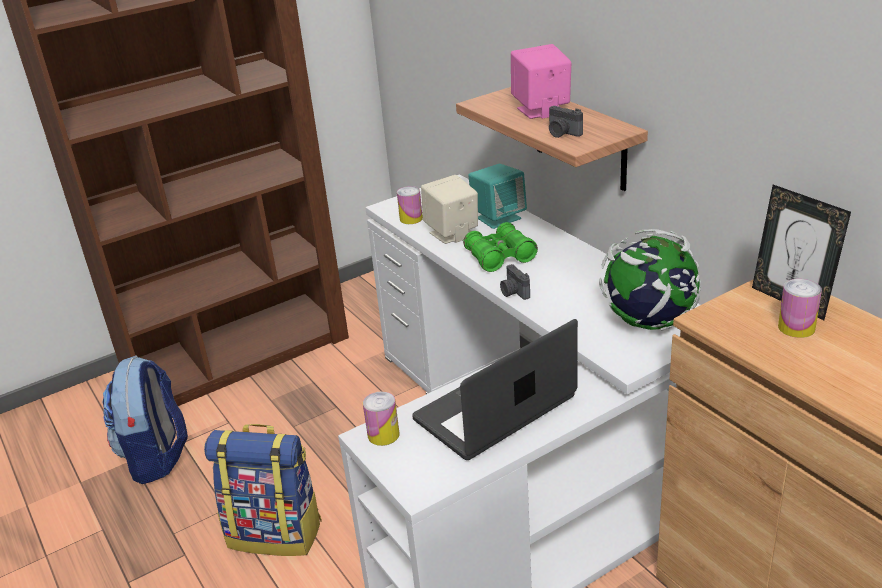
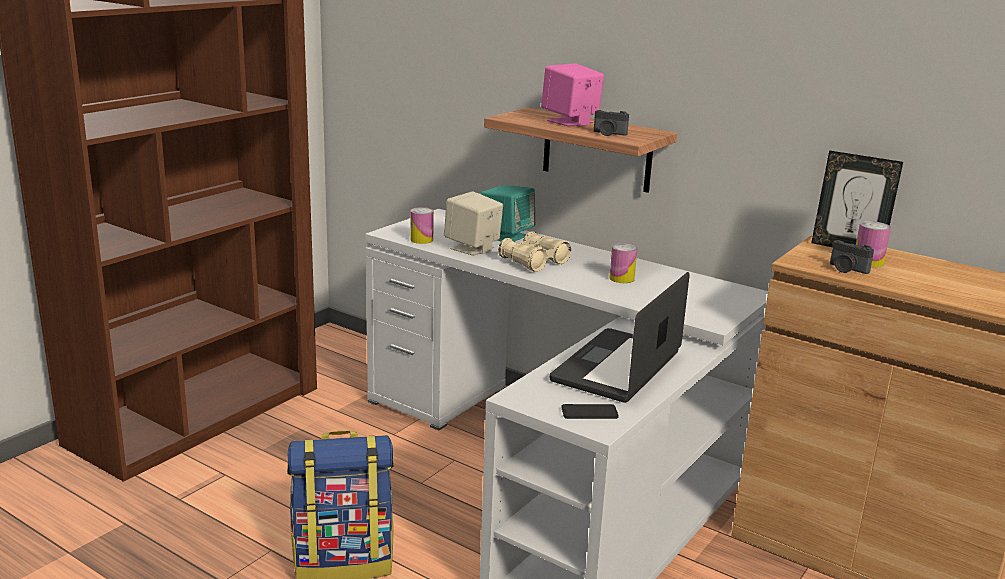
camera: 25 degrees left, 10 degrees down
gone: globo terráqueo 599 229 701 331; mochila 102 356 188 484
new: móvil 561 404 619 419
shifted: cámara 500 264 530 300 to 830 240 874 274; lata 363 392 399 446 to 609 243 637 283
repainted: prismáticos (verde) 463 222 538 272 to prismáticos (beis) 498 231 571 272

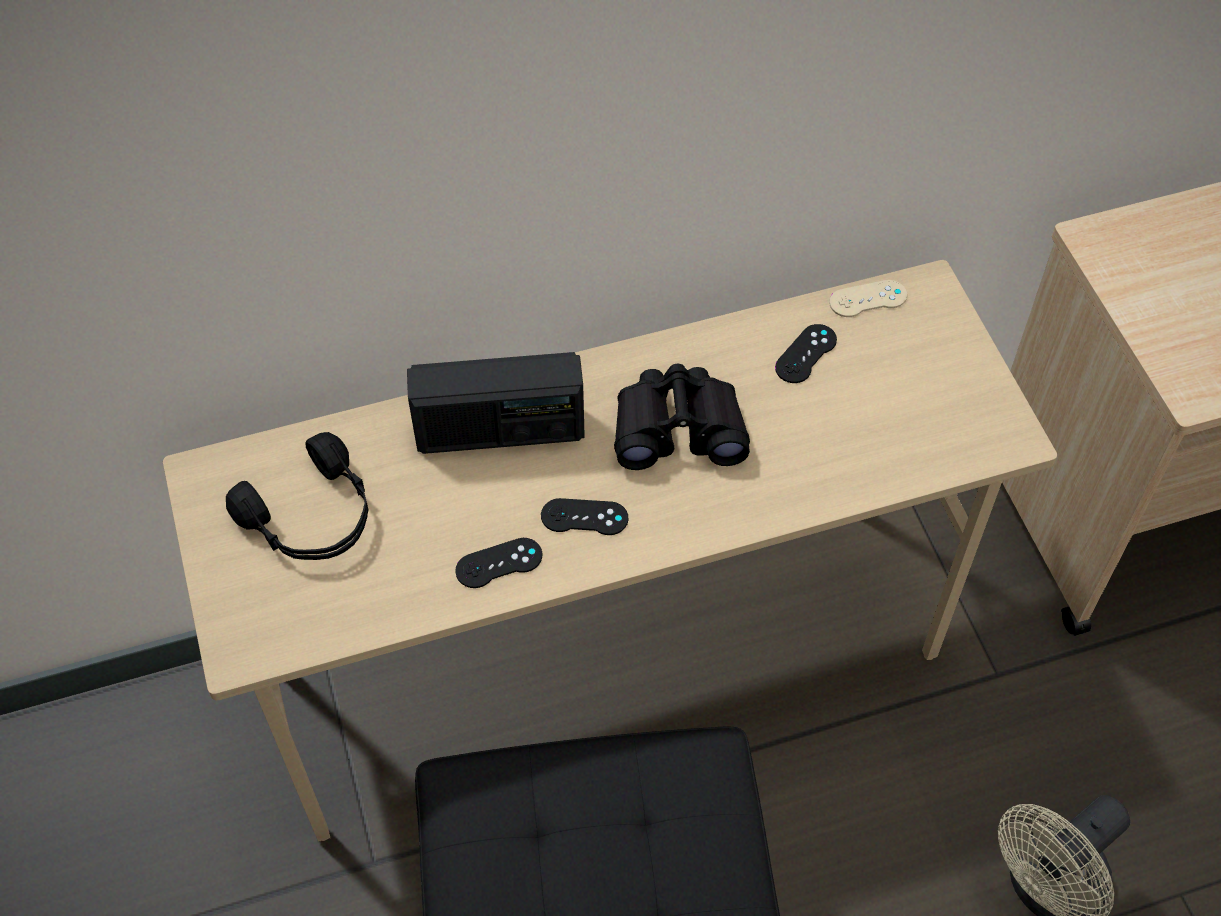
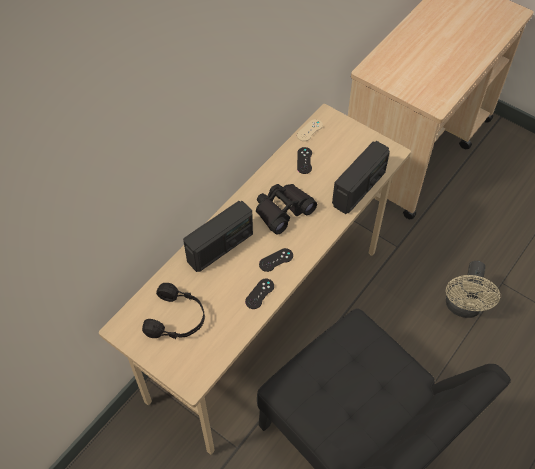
camera: 35 degrees left, 0 degrees up
new: radio 332 141 390 214

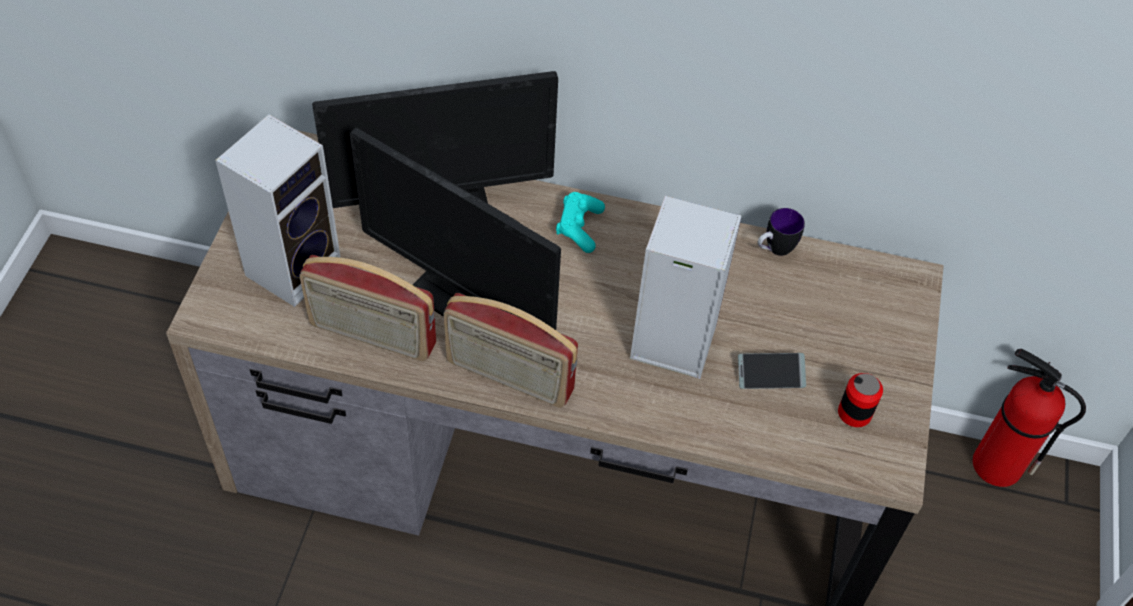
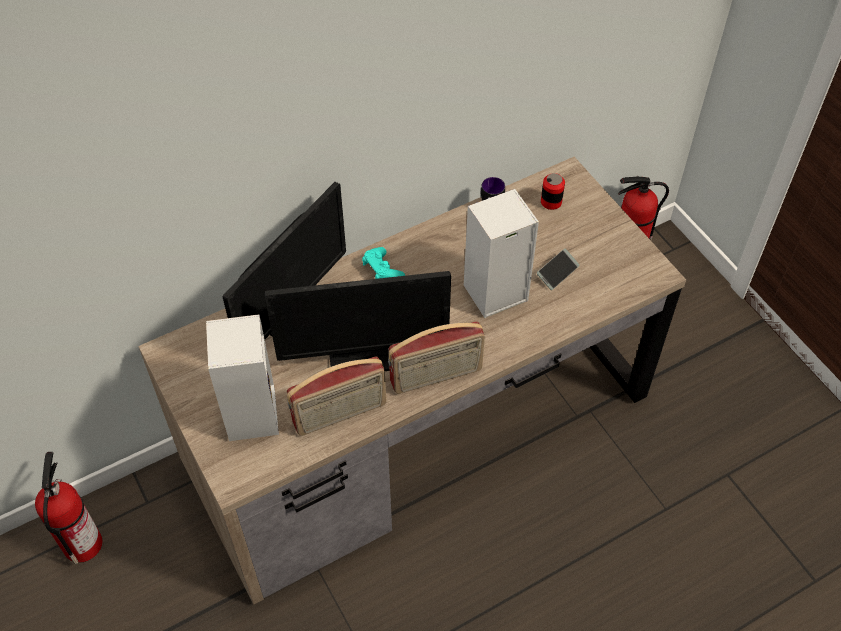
camera: 40 degrees left, 0 degrees up
new: extintor 35 452 102 564
shifted: lata 838 373 883 427 to 541 173 565 210

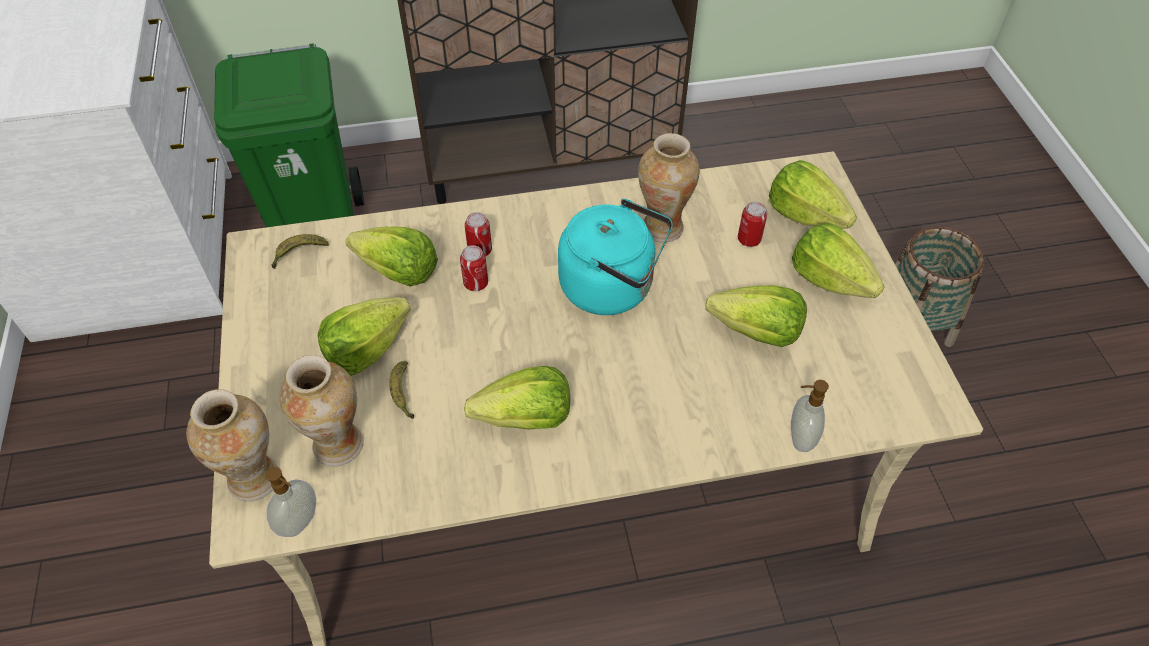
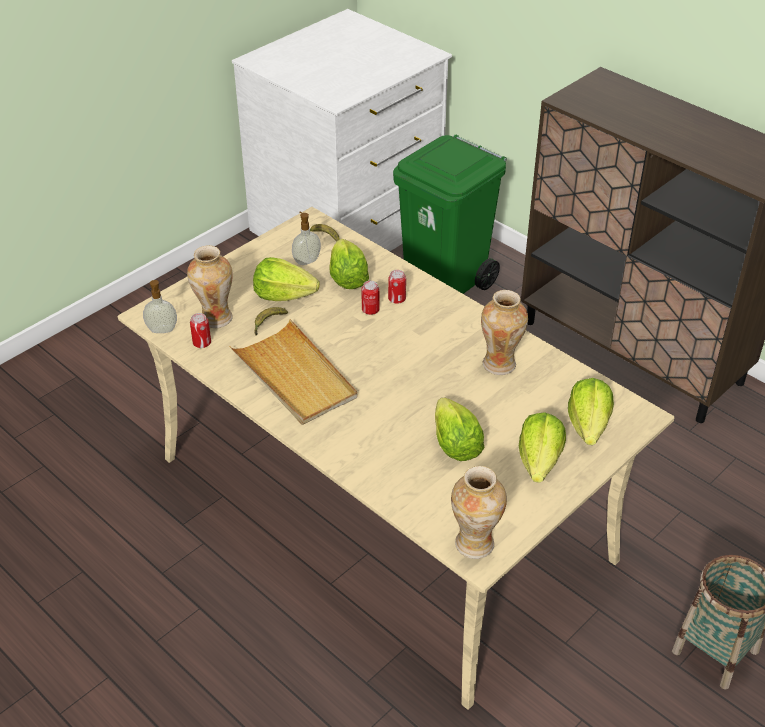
camera: 55 degrees right, 10 degrees down
gone: hervidor (turquesa) 558 199 673 315
shifted: lata 738 202 767 247 to 190 313 211 348; dispensador de jabón 791 380 829 452 to 292 212 321 265; florero 186 389 279 501 to 451 466 507 559
swapped: lechuga 464 366 570 430 to bandeja (beis) 229 319 358 425

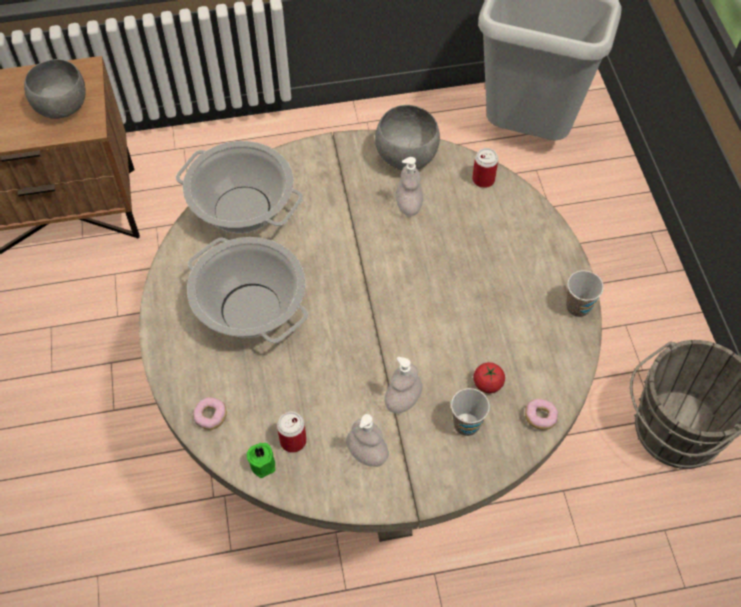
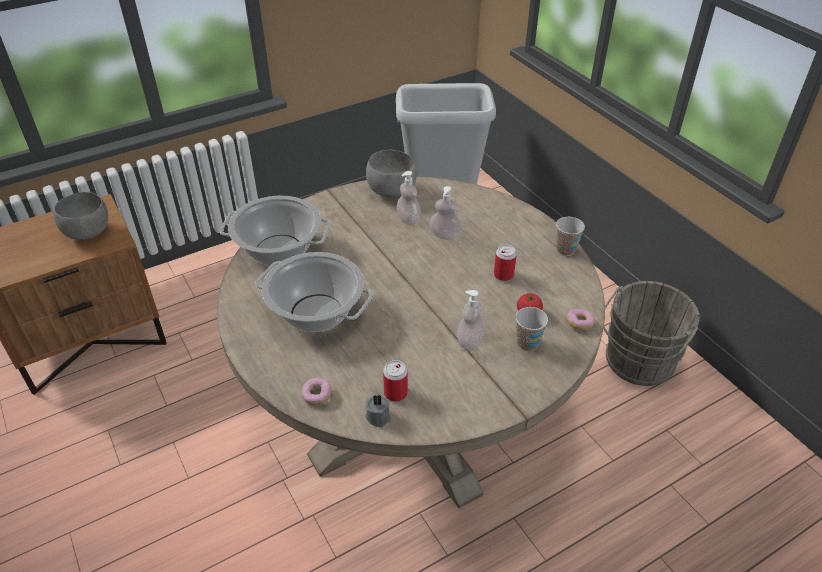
camera: 20 degrees left, 15 degrees down
shifted: lata 472 148 499 188 to 494 244 517 281; dispensador de jabón 346 414 389 467 to 429 186 462 240
repainted: vela (verde) 247 443 276 478 to vela (gris) 365 394 391 428

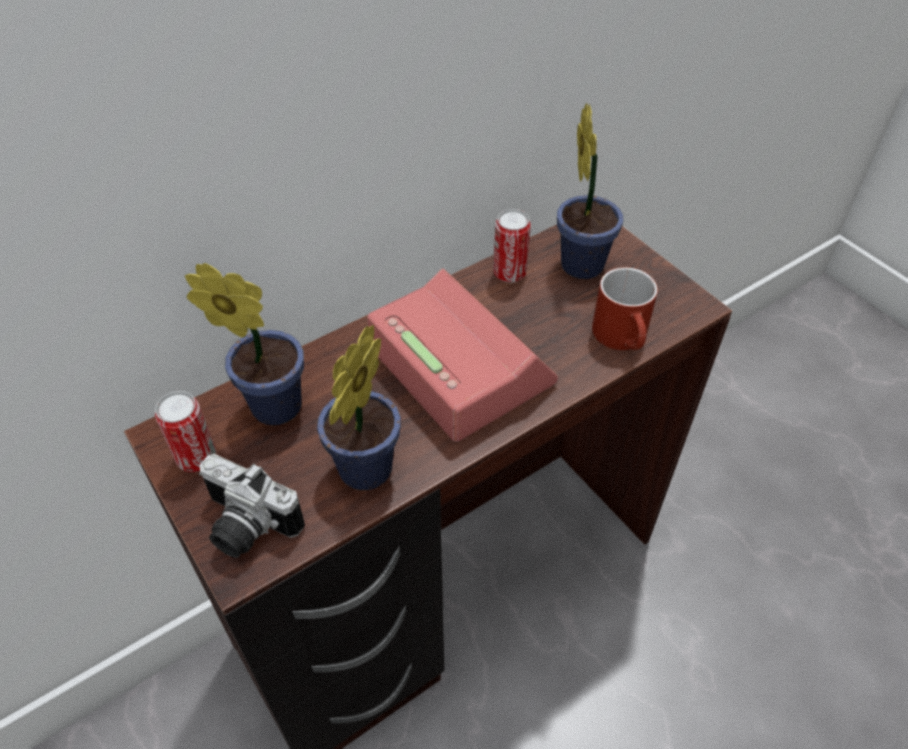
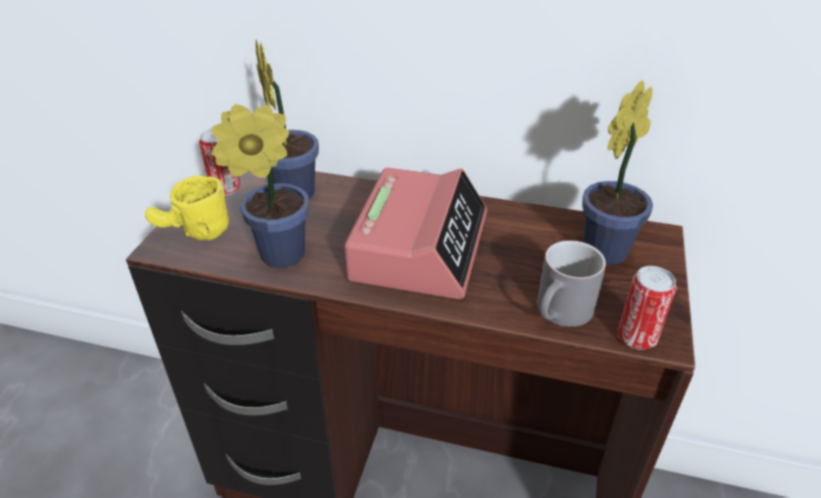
camera: 50 degrees right, 10 degrees down
shifted: lata 493 209 531 283 to 618 266 676 350
swapped: cámara 199 454 305 558 to taza grande (amarillo) 145 175 229 240
repainted: taza grande (rojo) 592 267 658 350 to taza grande (gris) 537 240 606 327

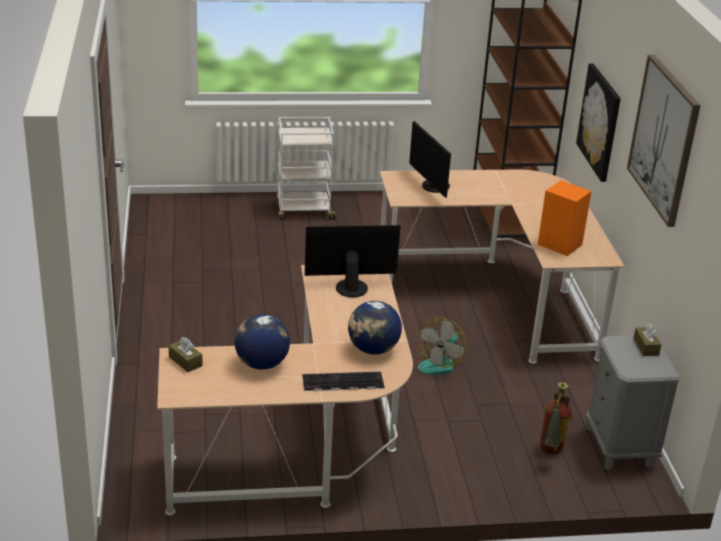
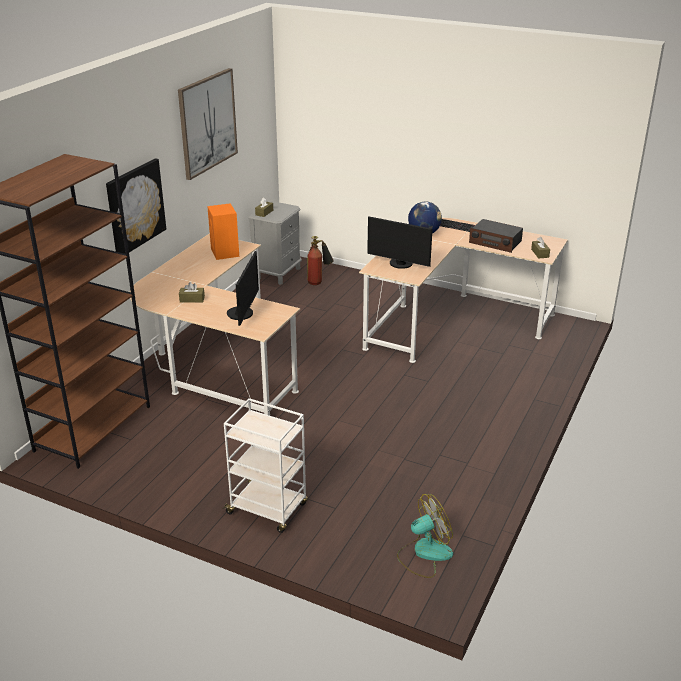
camera: 145 degrees left, 0 degrees up
new: caja de pañuelos (marrón) 179 282 205 303
shifted: ventilador 417 317 466 375 to 397 494 453 578
swapped: globo terráqueo 235 314 290 370 to radio 469 219 523 253

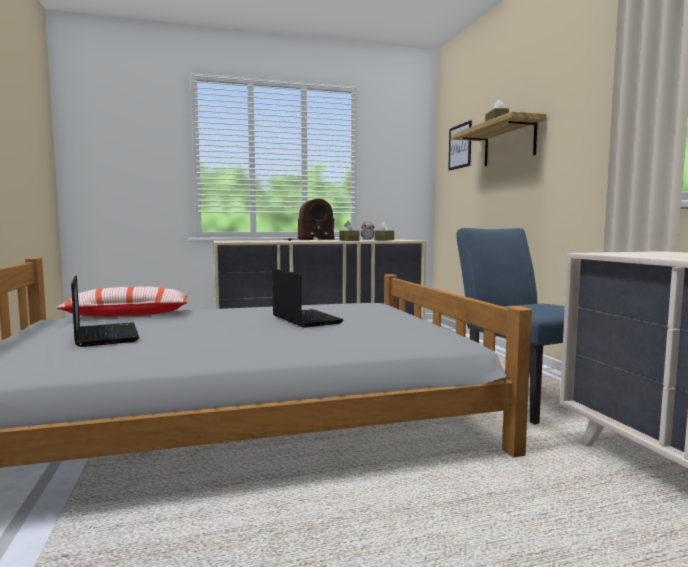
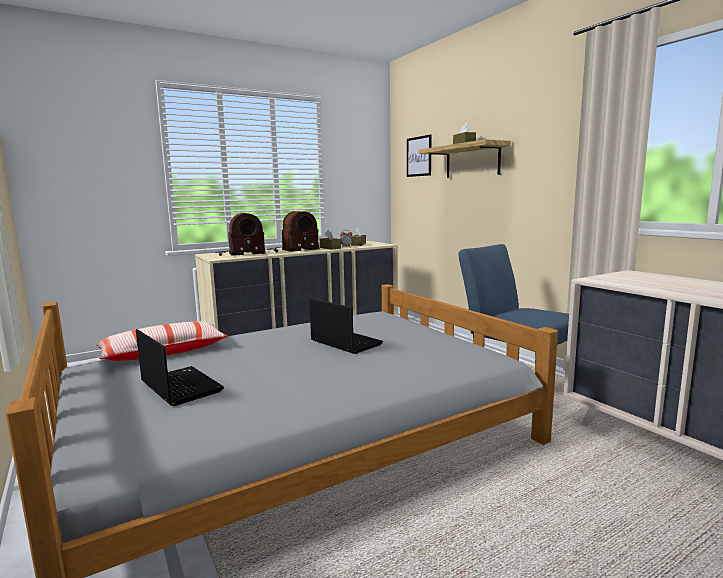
camera: 15 degrees left, 5 degrees up
new: radio 215 213 266 256

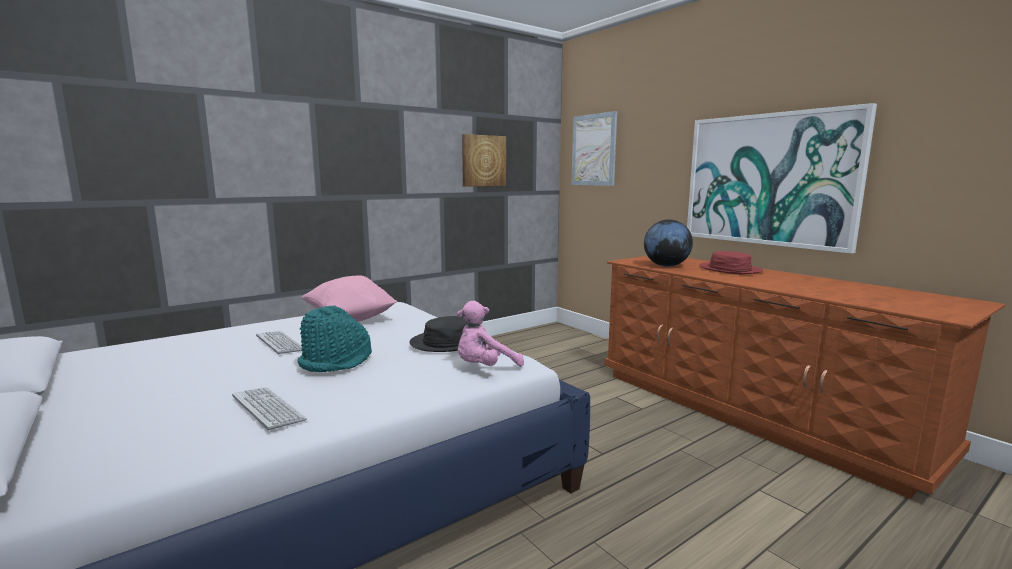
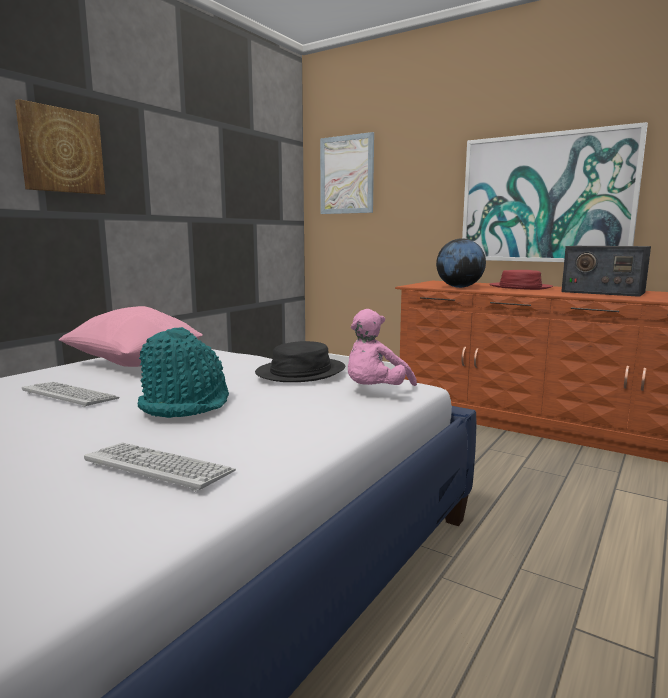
camera: 20 degrees left, 0 degrees up
new: radio 561 246 651 297
shifted: cuadro 462 134 506 187 to 15 99 105 195

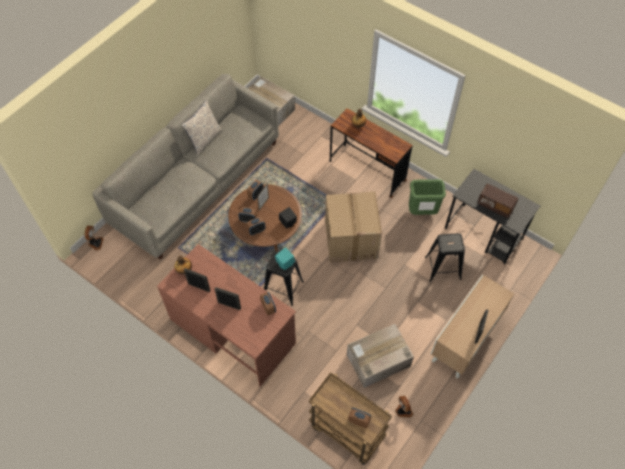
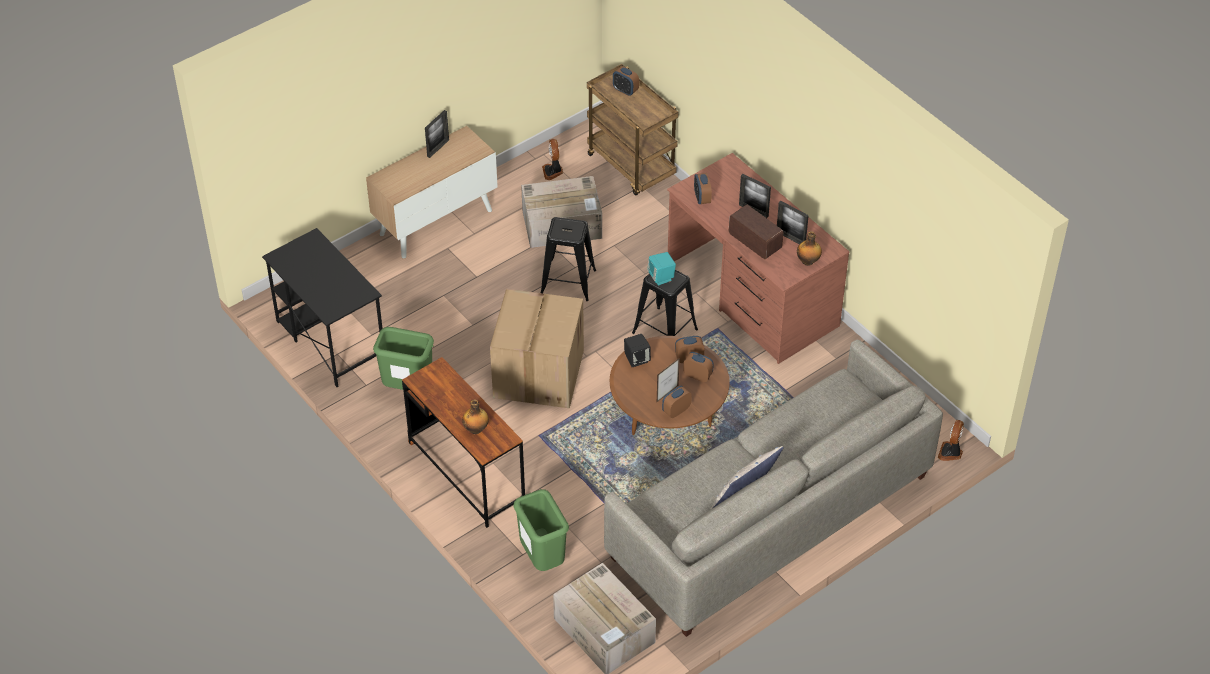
camera: 165 degrees left, 10 degrees down
new: papelera (verde) 513 489 569 571
shifted: radio 477 184 518 218 to 729 205 783 259; taburete (negro) 425 233 465 282 to 541 217 596 301

